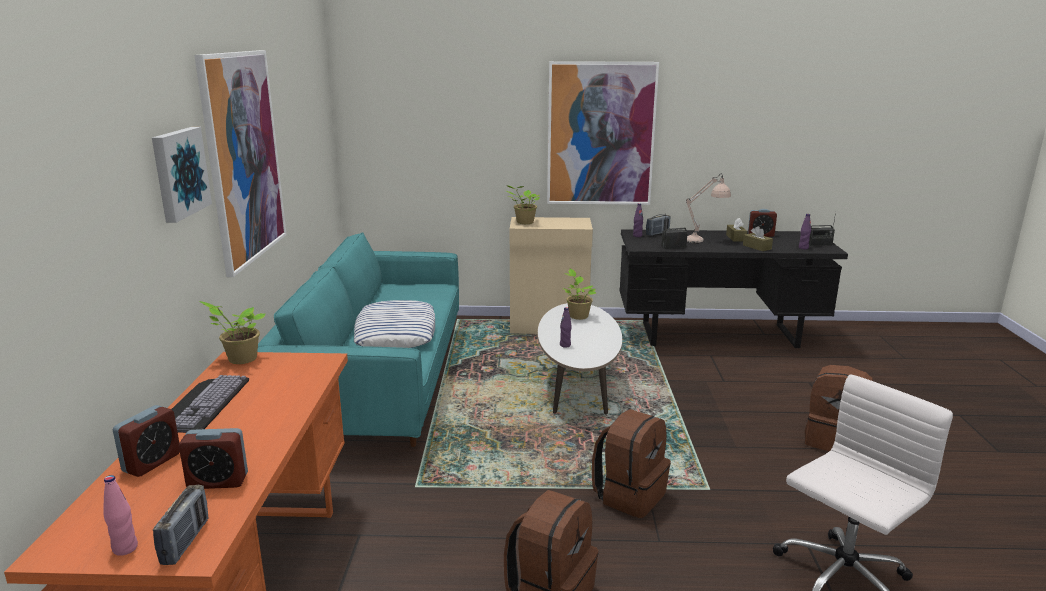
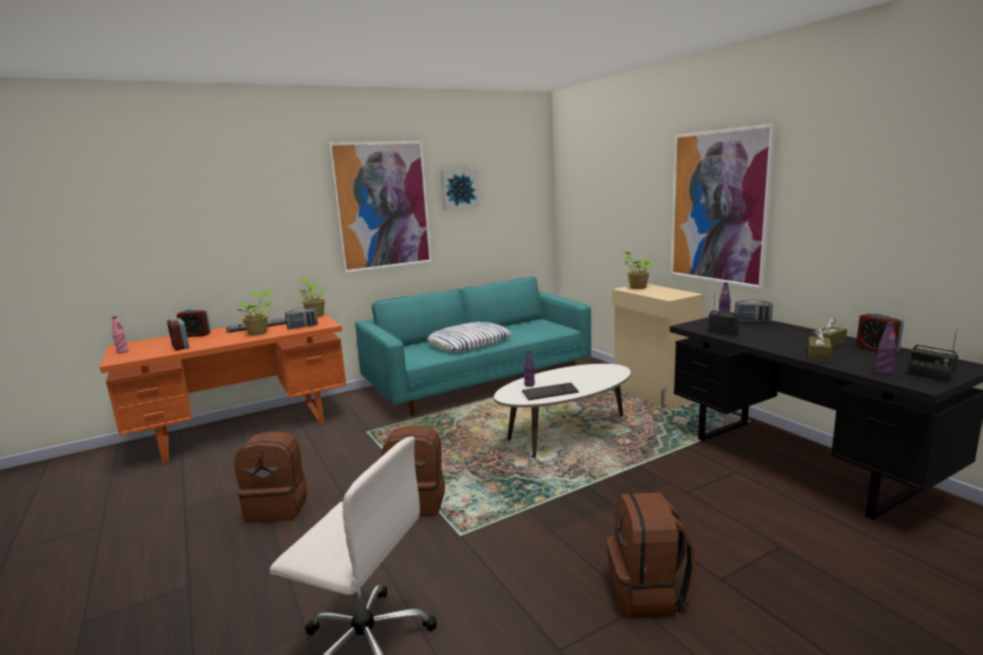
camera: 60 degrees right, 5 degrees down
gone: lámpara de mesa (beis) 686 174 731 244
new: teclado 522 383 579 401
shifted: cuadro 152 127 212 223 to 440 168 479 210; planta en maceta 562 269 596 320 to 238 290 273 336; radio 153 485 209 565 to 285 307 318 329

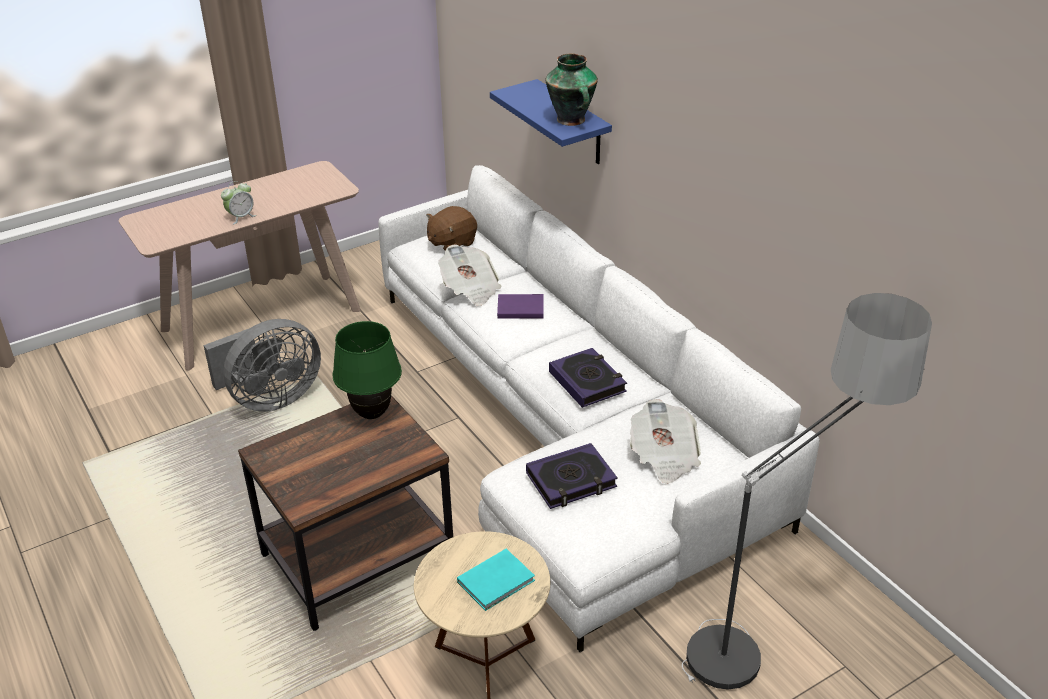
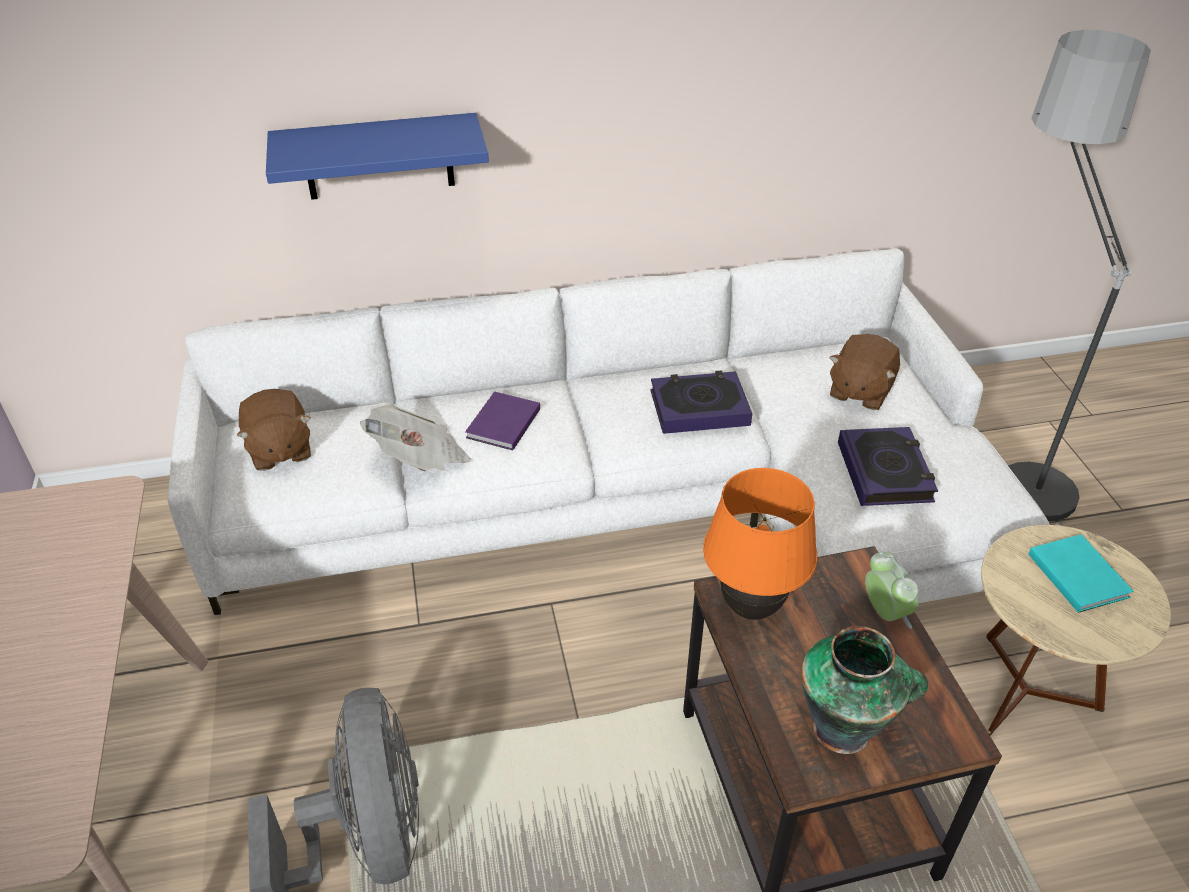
camera: 70 degrees left, 5 degrees up
shifted: florero 545 53 598 126 to 801 626 928 754; despertador 221 181 256 224 to 865 552 919 629
swapped: periódico 630 399 701 484 to peluche (marrón) 829 334 900 410
repainted: lámpara de mesa (verde) 332 321 402 419 to lámpara de mesa (naranja) 703 468 817 620

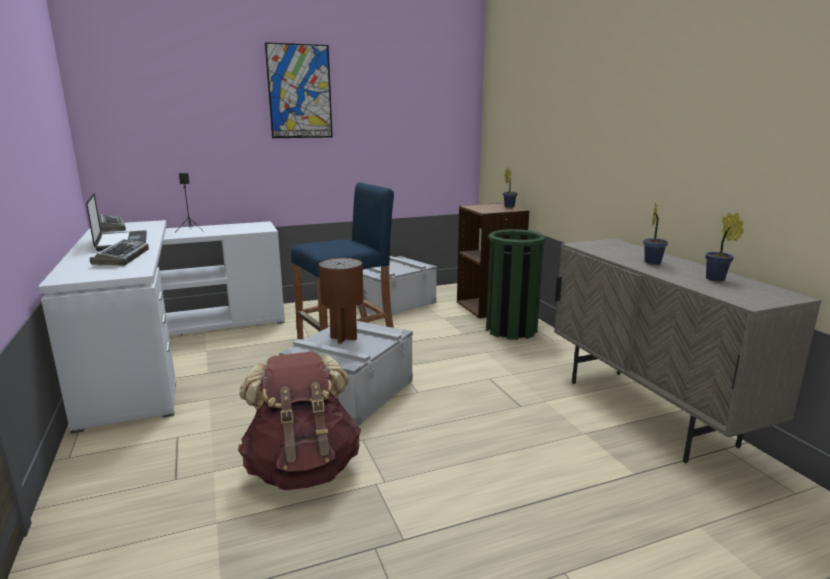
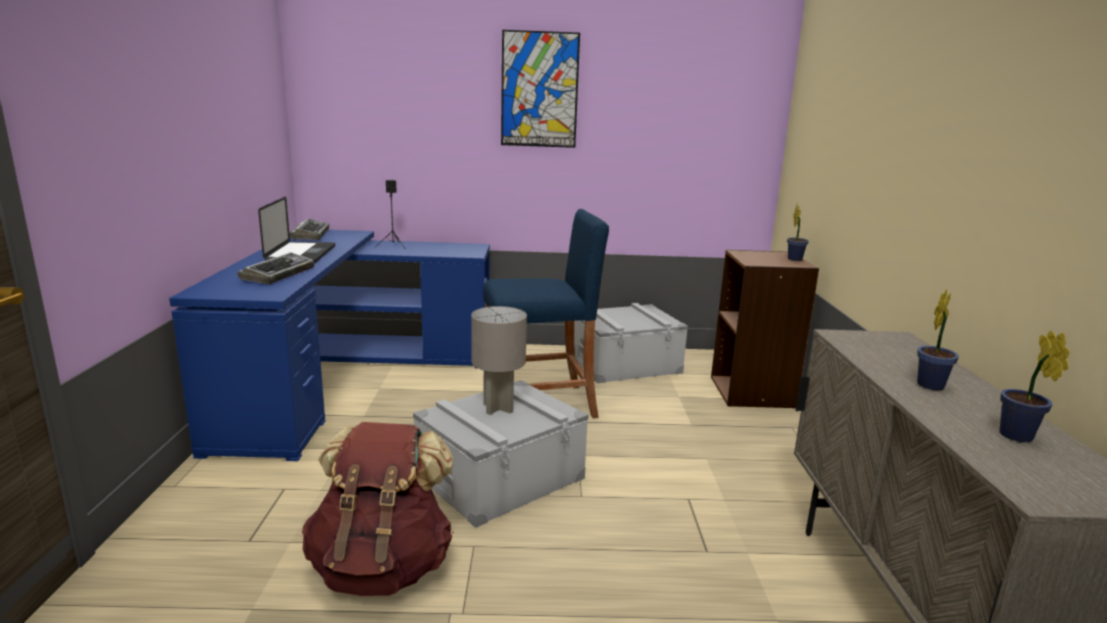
camera: 20 degrees right, 0 degrees up
gone: papelera (verde) 486 229 546 340
repainted: escritorio (blanco) 38 220 285 433 to escritorio (azul) 169 230 490 461; lámpara de mesa (marrón) 319 258 364 344 to lámpara de mesa (gris) 471 306 527 415

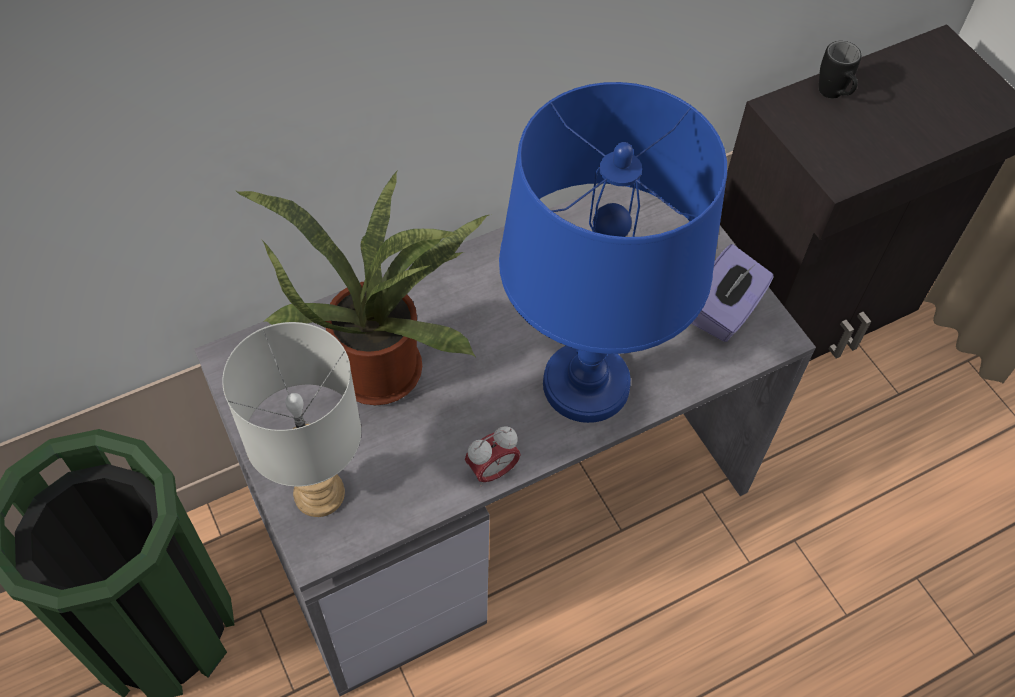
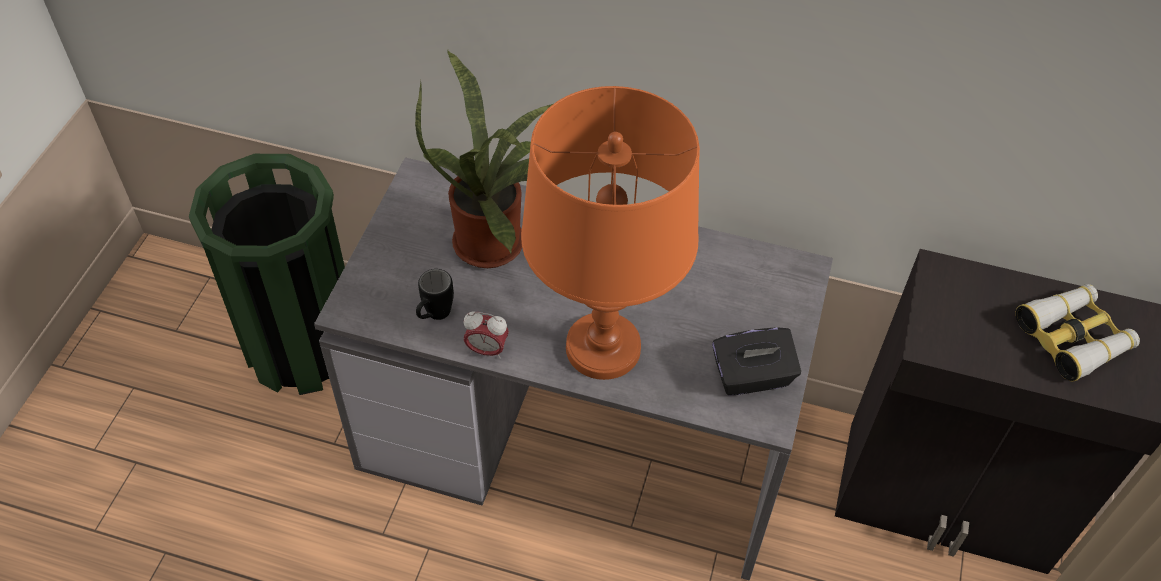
camera: 45 degrees right, 5 degrees down
gone: lámpara de mesa (gris) 222 322 361 517
new: prismáticos 1016 284 1140 382
shifted: taza grande (negro) 819 41 861 99 to 416 269 454 320
repainted: lámpara de mesa (azul) 499 82 727 423 to lámpara de mesa (naranja) 521 86 700 380; caja de pañuelos (morado) 691 244 774 342 to caja de pañuelos (negro) 712 327 801 396

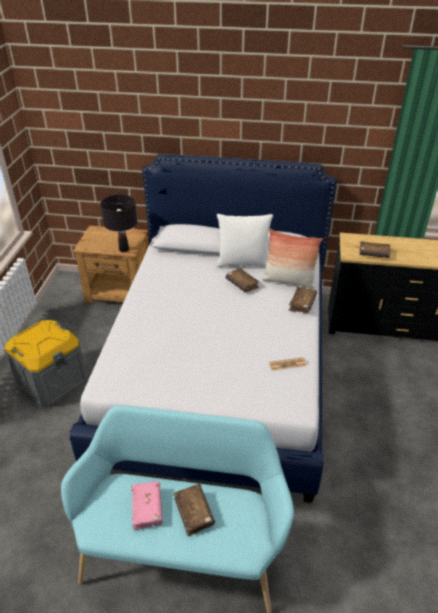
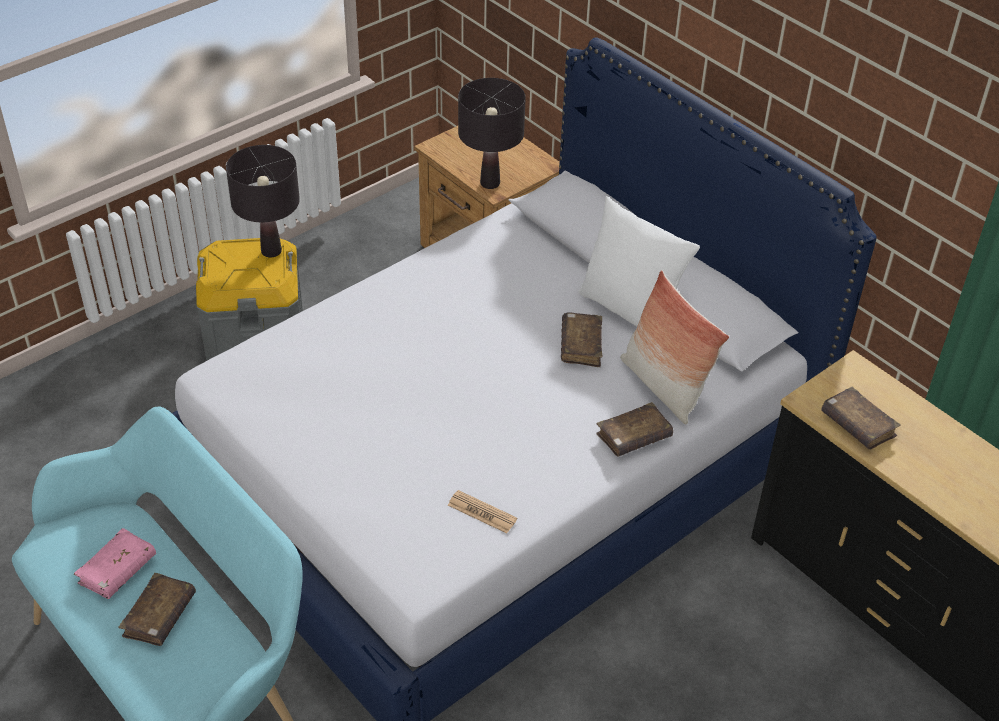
camera: 40 degrees right, 5 degrees up
new: lámpara de mesa (negro) 226 145 300 257

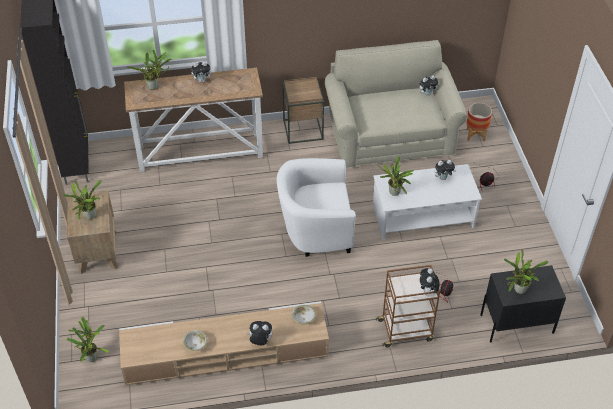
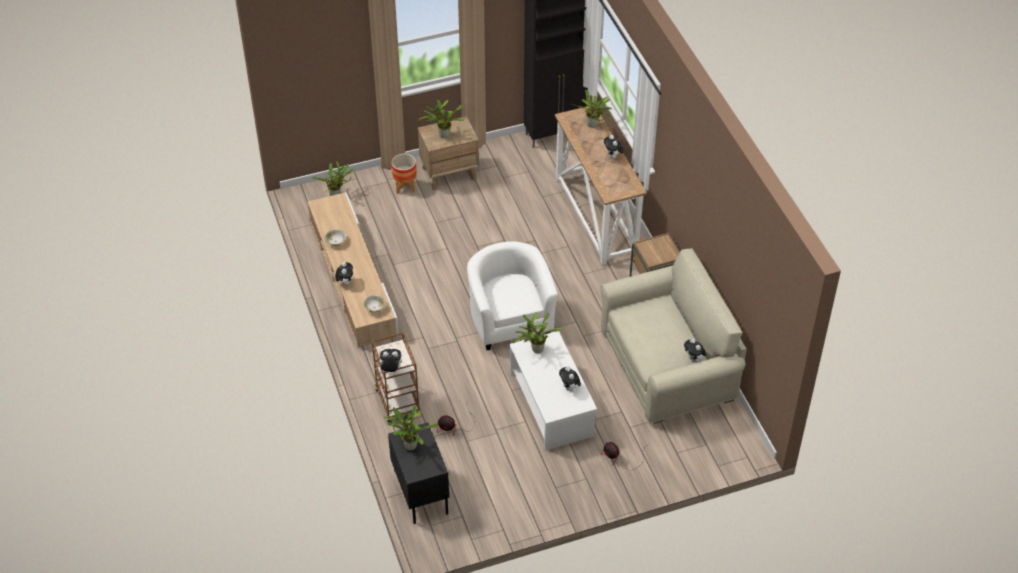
camera: 80 degrees right, 0 degrees up
shifted: maceta 466 103 492 142 to 392 154 417 194

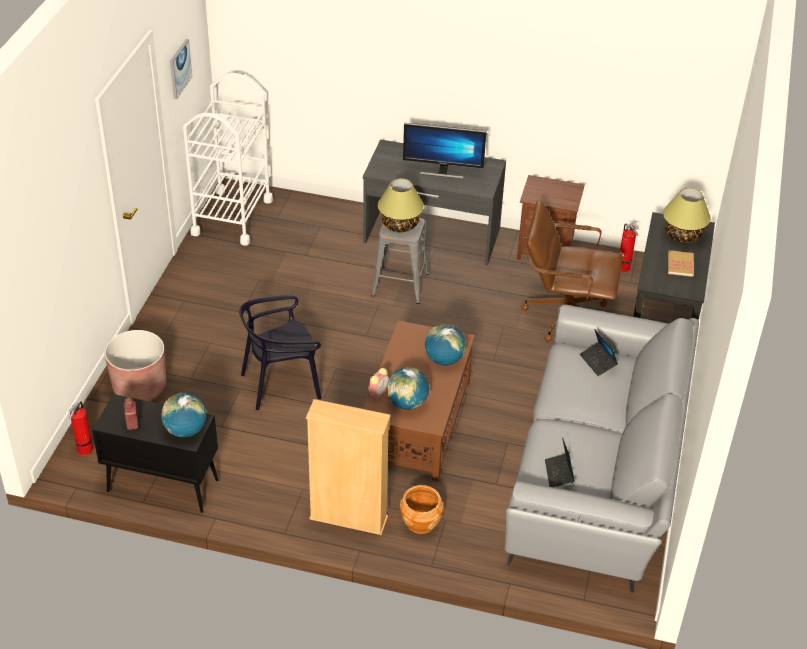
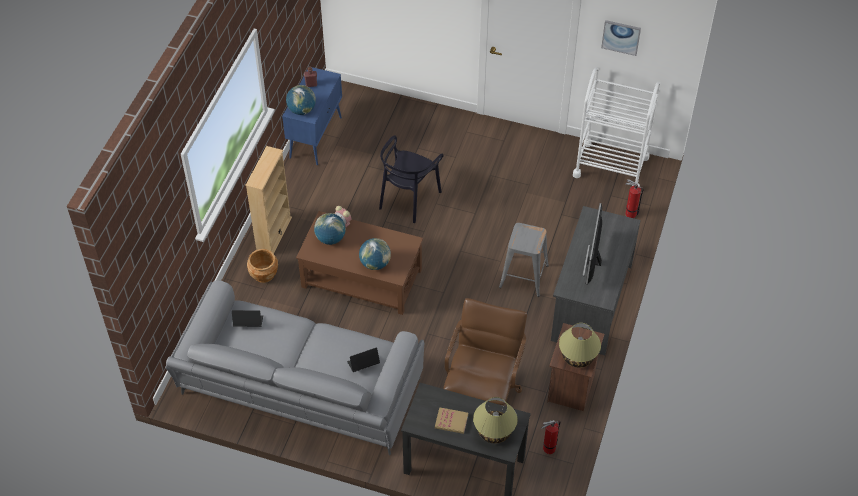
camera: 95 degrees right, 10 degrees up
gone: maceta (marrón) 104 330 166 401
shifted: lámpara de mesa 378 178 424 232 to 559 323 601 368; extintor 68 401 93 455 to 625 179 644 218
repainted: armario (negro) 92 394 218 513 to armario (azul) 282 67 342 165
rotated: silla (negro) 239 295 322 410 = 379 135 444 223 135 degrees counterclockwise

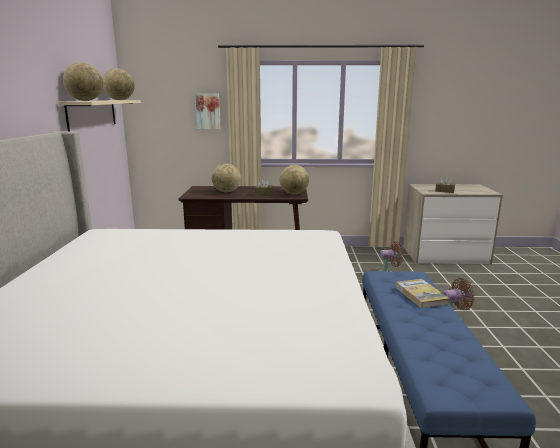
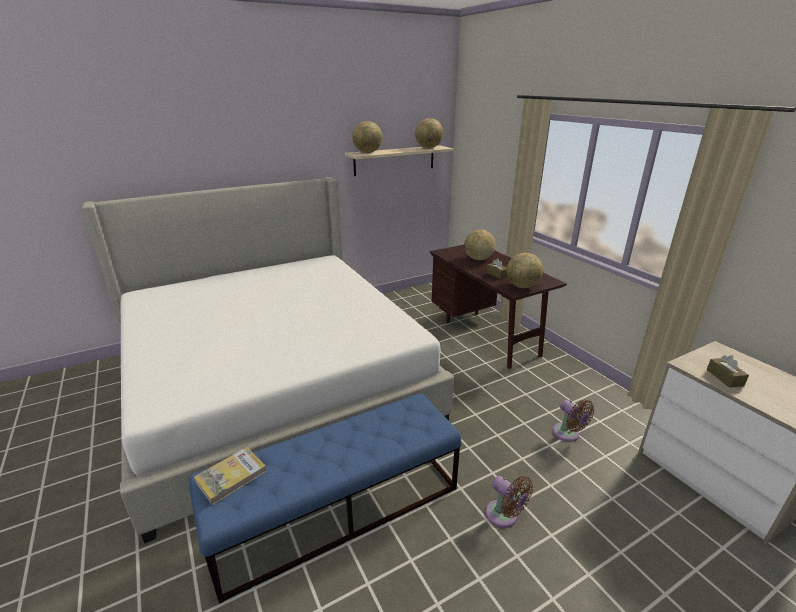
camera: 60 degrees right, 10 degrees up
gone: cuadro 195 93 220 129
shifted: libro 396 279 450 308 to 194 447 267 505

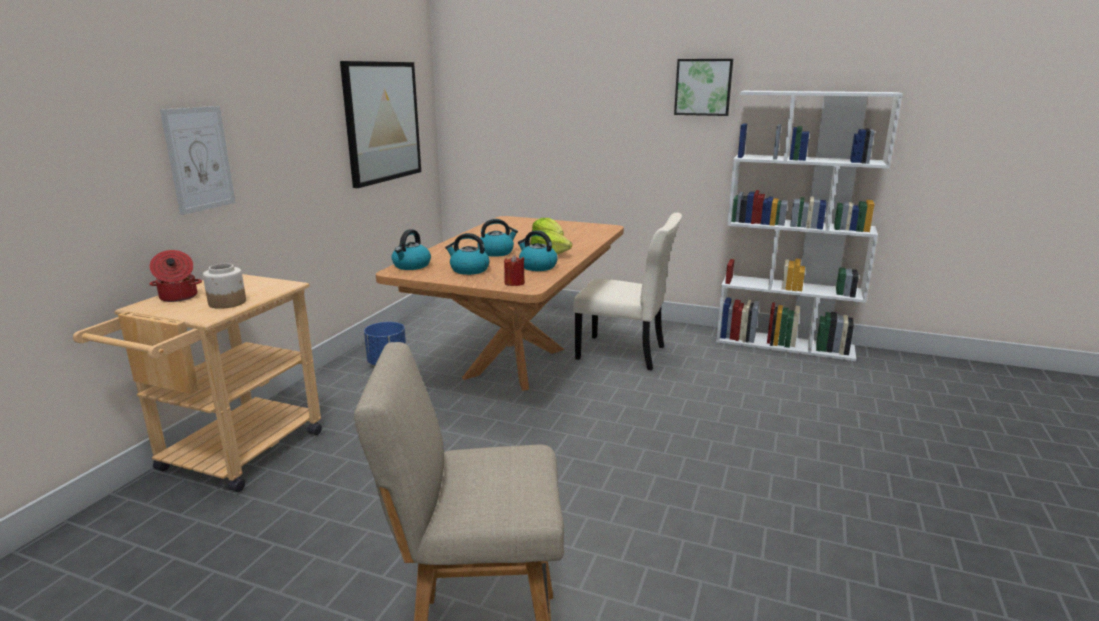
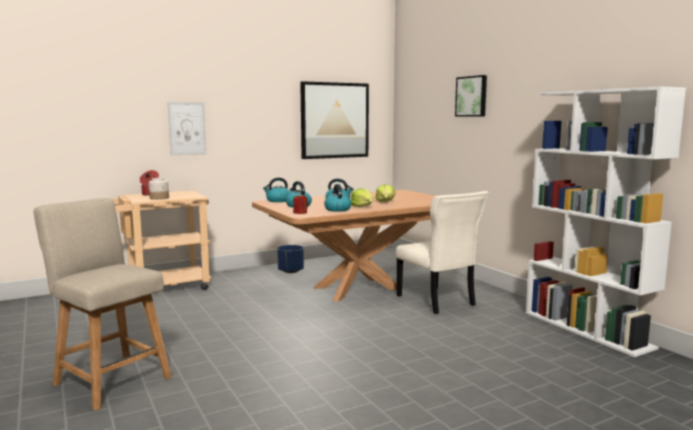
camera: 40 degrees right, 10 degrees down
shifted: cuadro 674 59 733 116 to 455 75 487 116

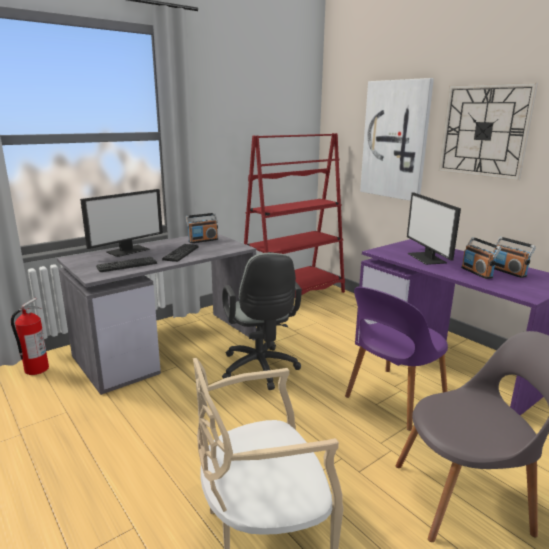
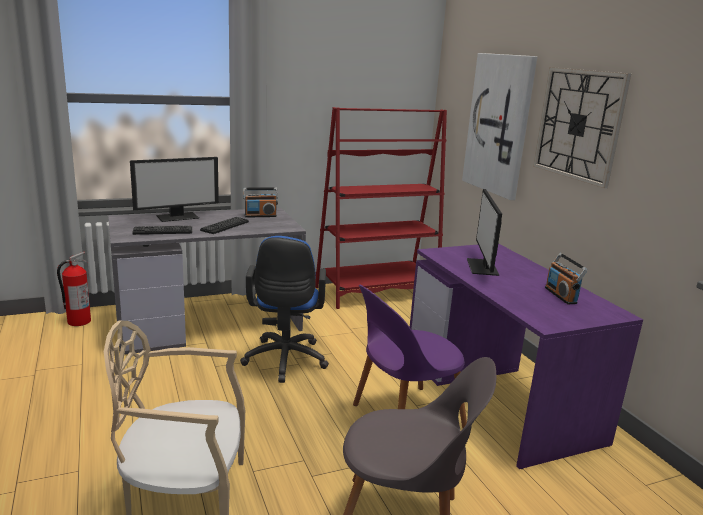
camera: 15 degrees right, 0 degrees up
gone: radio 461 237 501 279
repainted: silla de oficina (gris) 222 253 302 390 to silla de oficina (azul) 240 236 329 383

